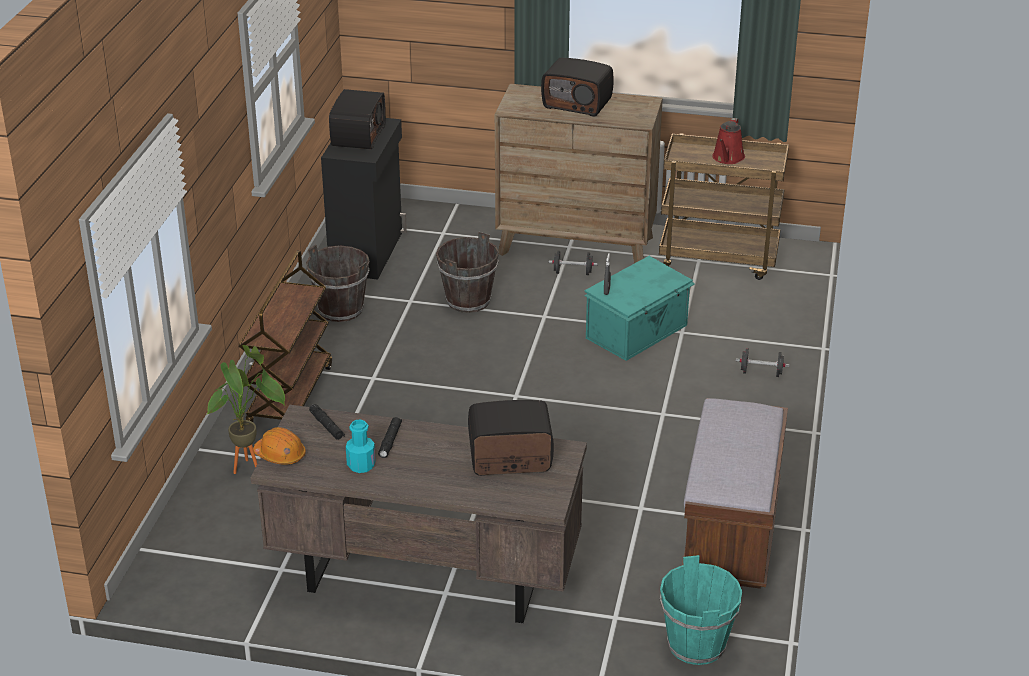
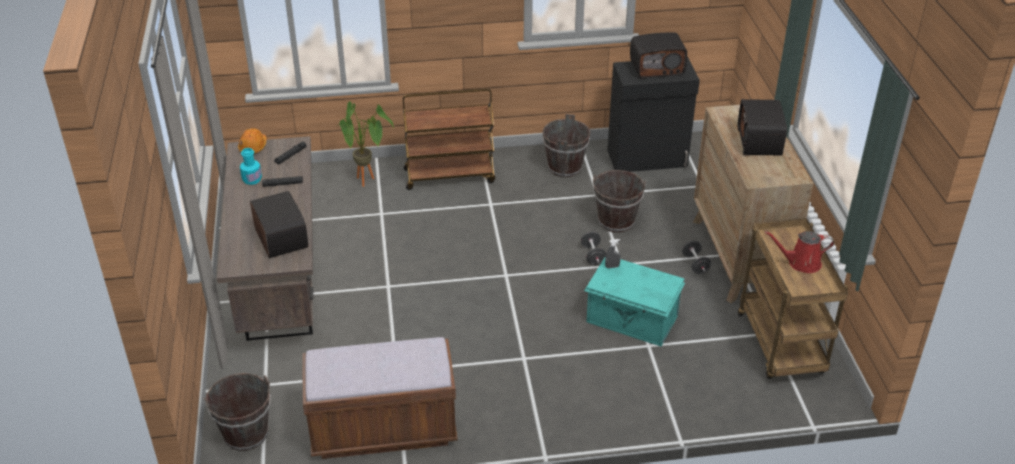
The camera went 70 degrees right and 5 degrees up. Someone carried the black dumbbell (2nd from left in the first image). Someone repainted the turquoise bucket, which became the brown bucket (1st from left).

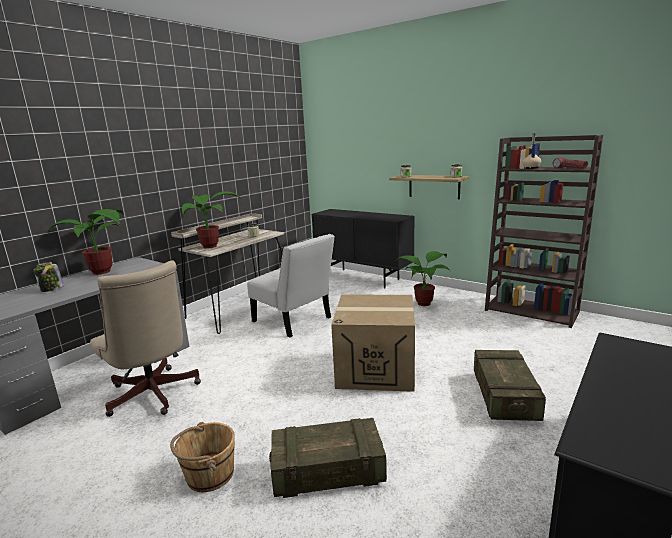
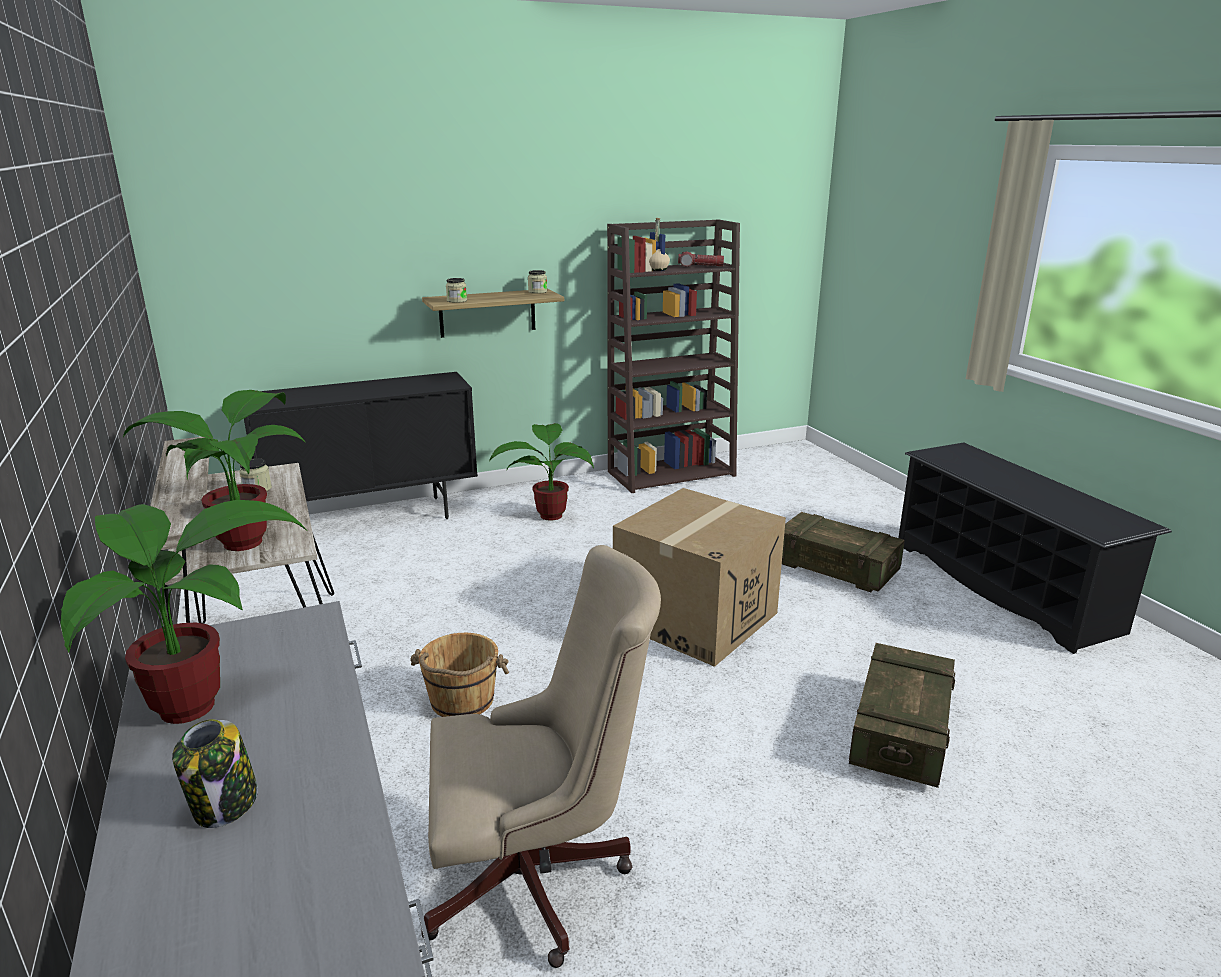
The camera went 60 degrees left and 5 degrees up. Someone took away the white chair. Someone carried the brown bucket.

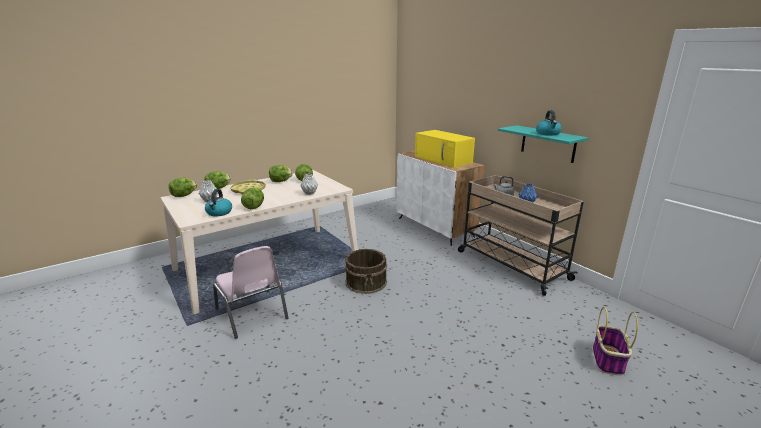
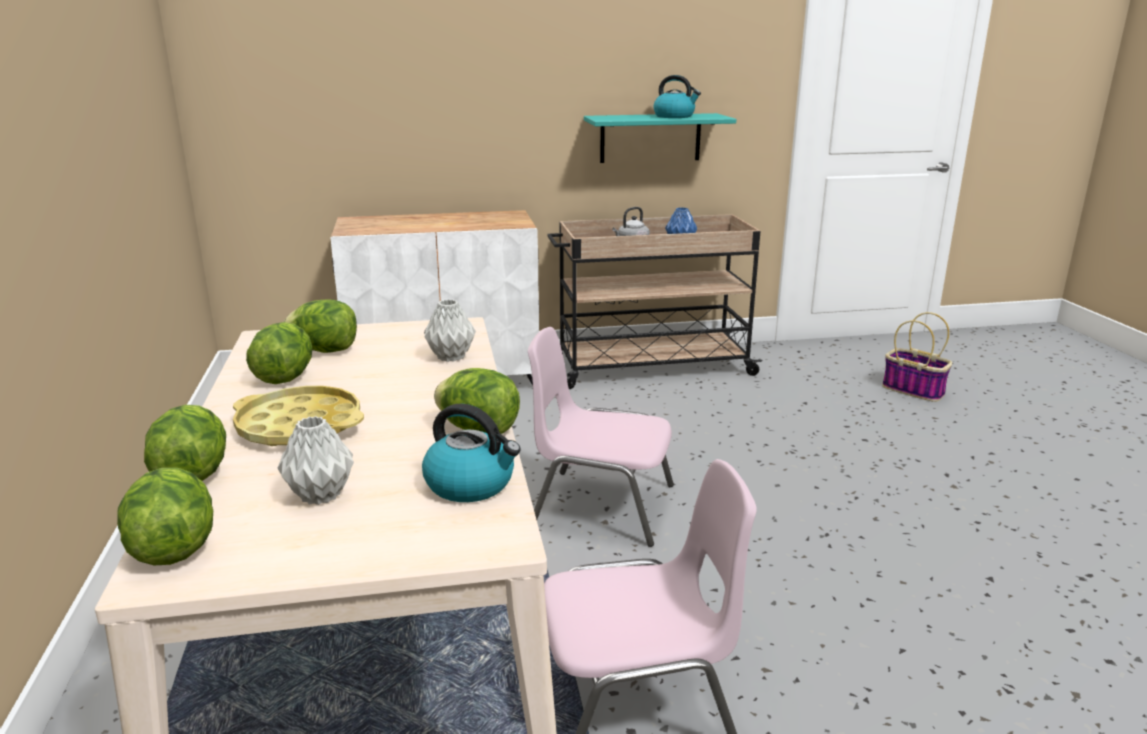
The camera went 65 degrees left and 0 degrees up. Someone took away the yellow microwave. Someone swapped the brown bucket for the pink chair (1st from left).

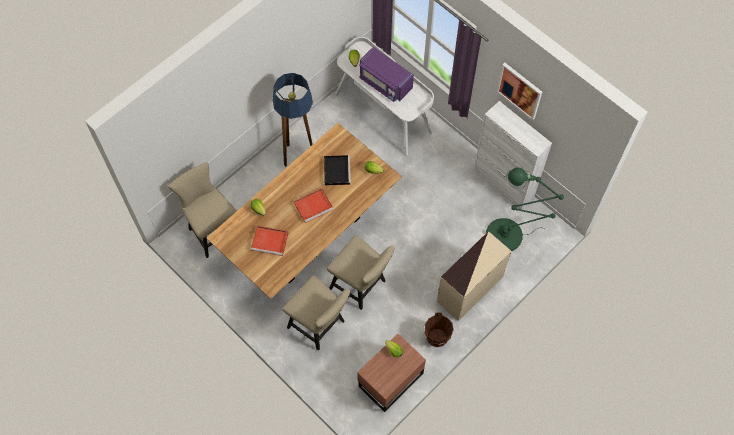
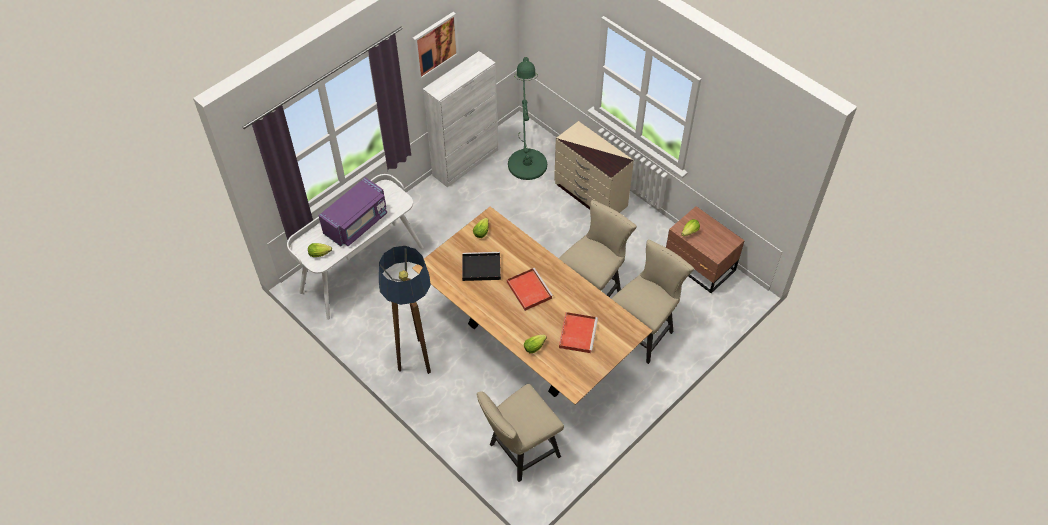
The camera went 90 degrees left and 10 degrees down. Someone took away the brown bucket.

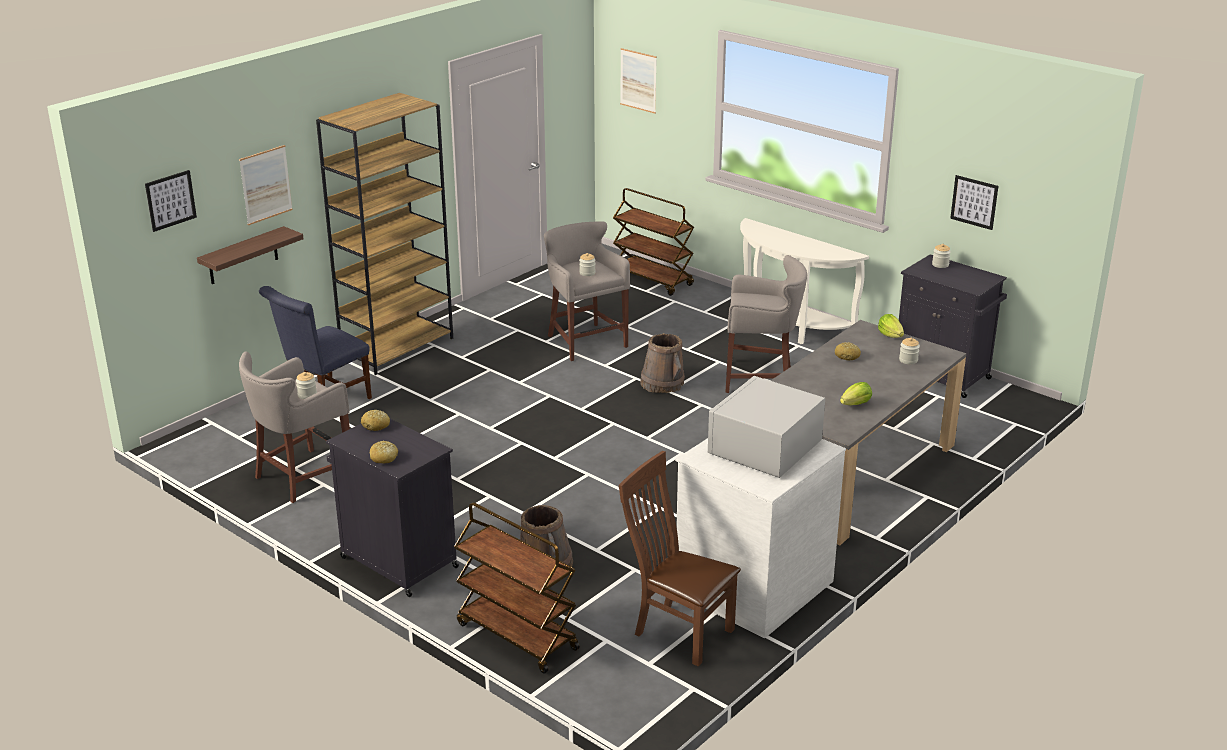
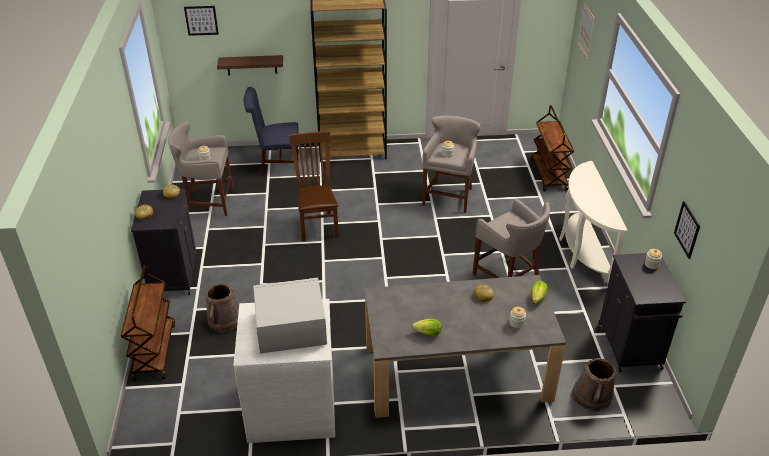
The camera went 45 degrees right and 10 degrees up. Someone took away the picture (2nd from left). Someone carried the brown chair. Someone carried the brown bucket (2nd from left).

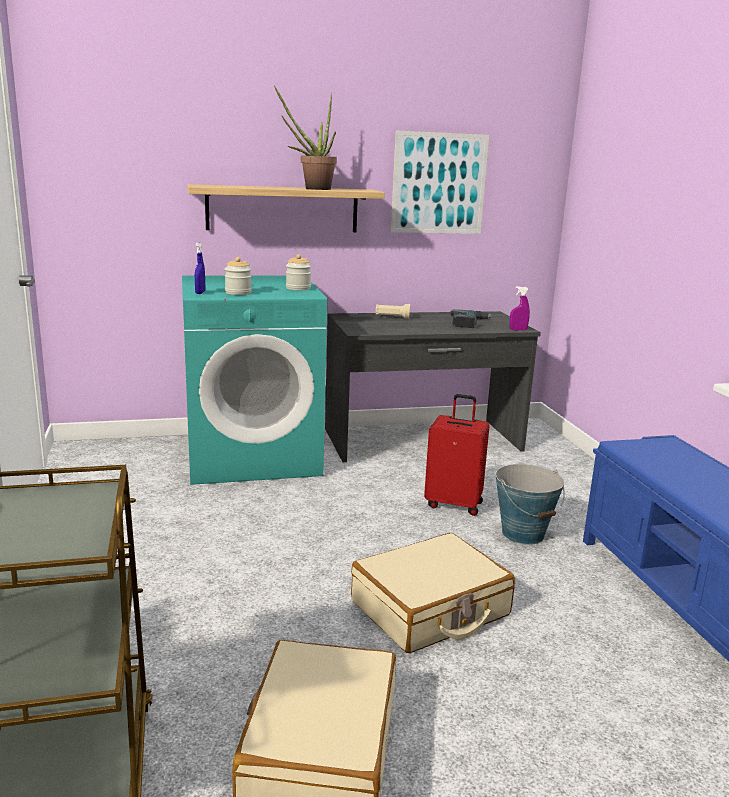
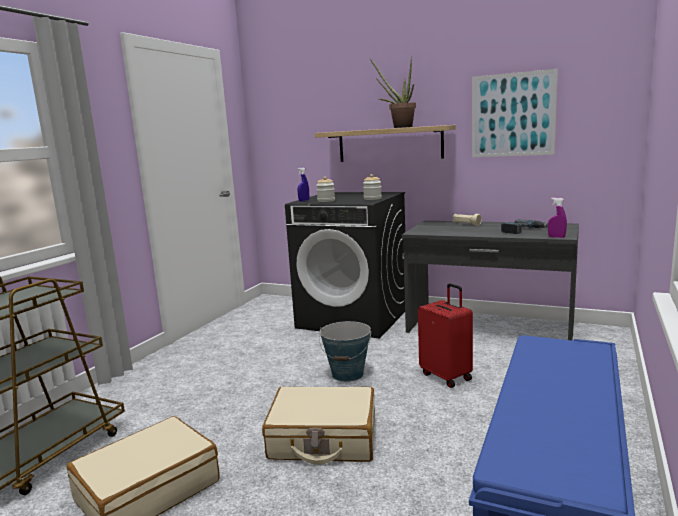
The camera went 40 degrees right and 5 degrees down. Someone carried the bucket. Someone repainted the turquoise washing machine, which became the black washing machine.

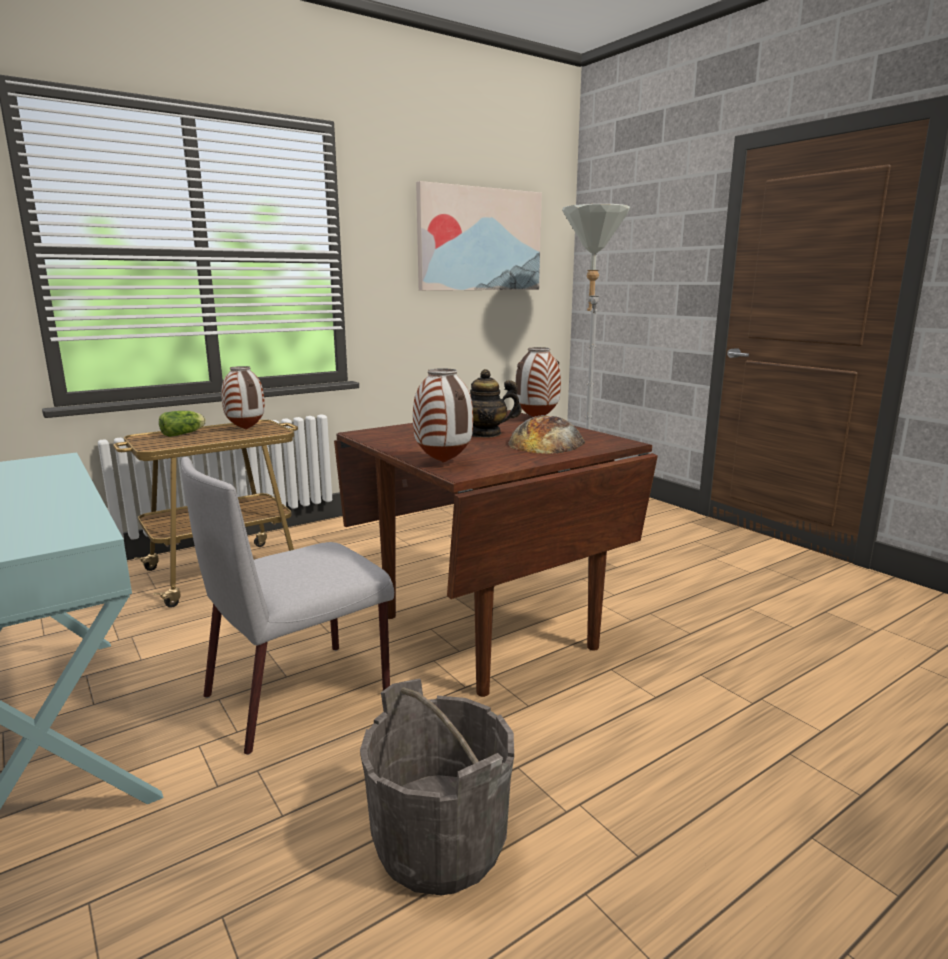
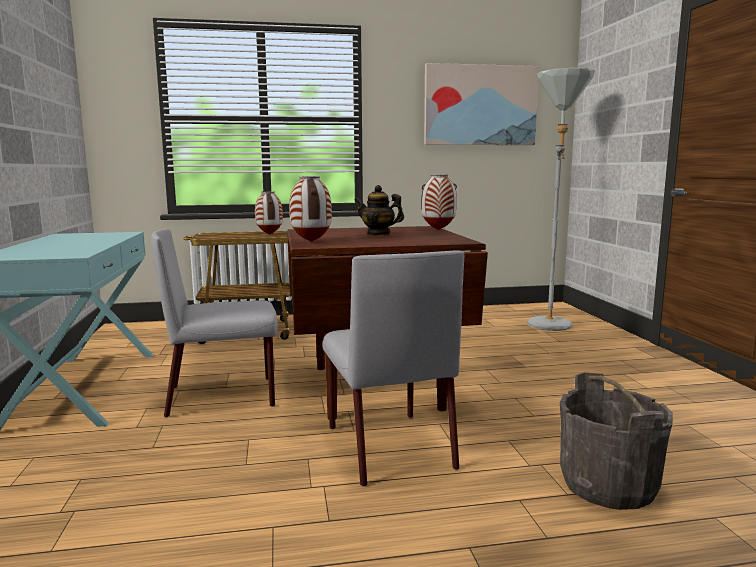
The camera went 25 degrees right and 5 degrees down. Someone took away the lettuce. Someone took away the bread. Someone put down the grey chair (2nd from left). Someone carried the grey bucket.

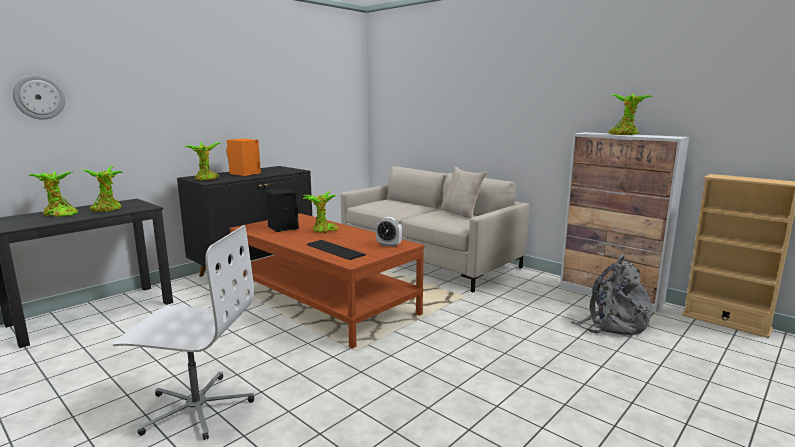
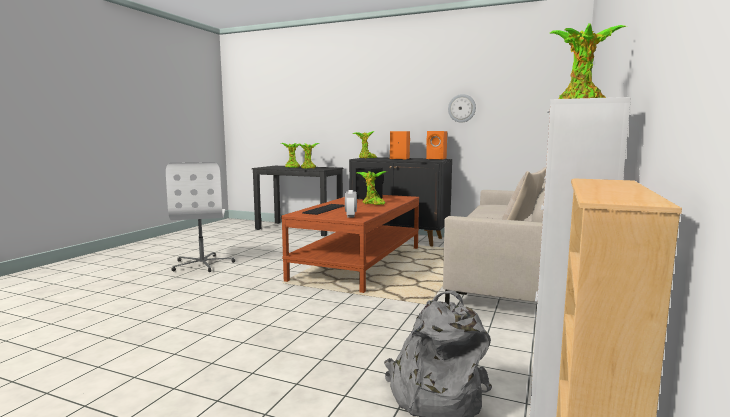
The camera went 70 degrees right and 5 degrees down. Someone put down the orange speaker (2nd from left). Someone carried the wall clock.

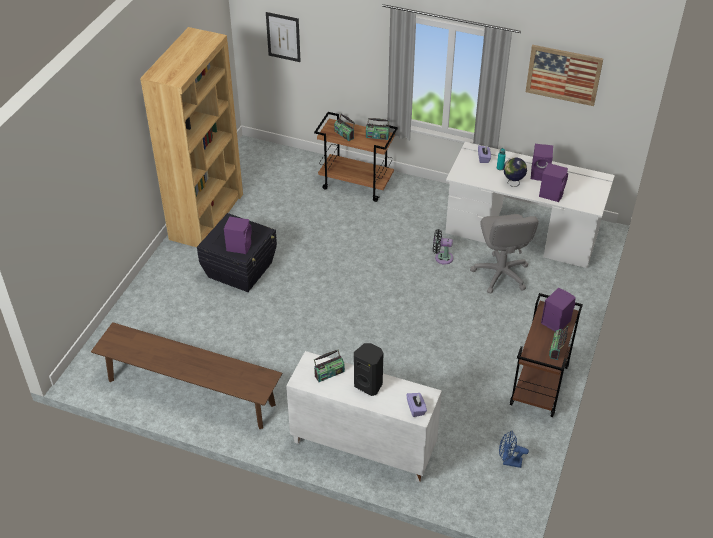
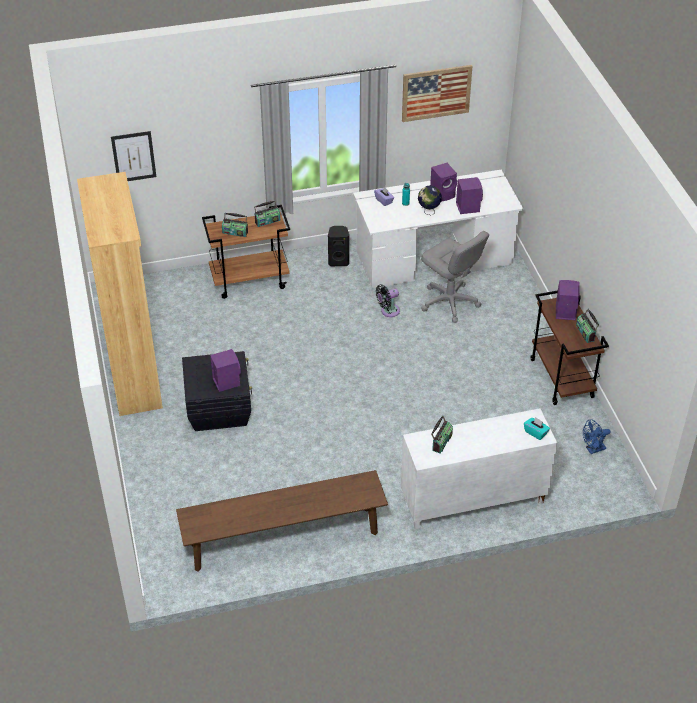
The camera went 35 degrees left and 0 degrees up. Someone carried the black speaker. Someone repainted the purple tissue box (1st from left), which became the turquoise tissue box.

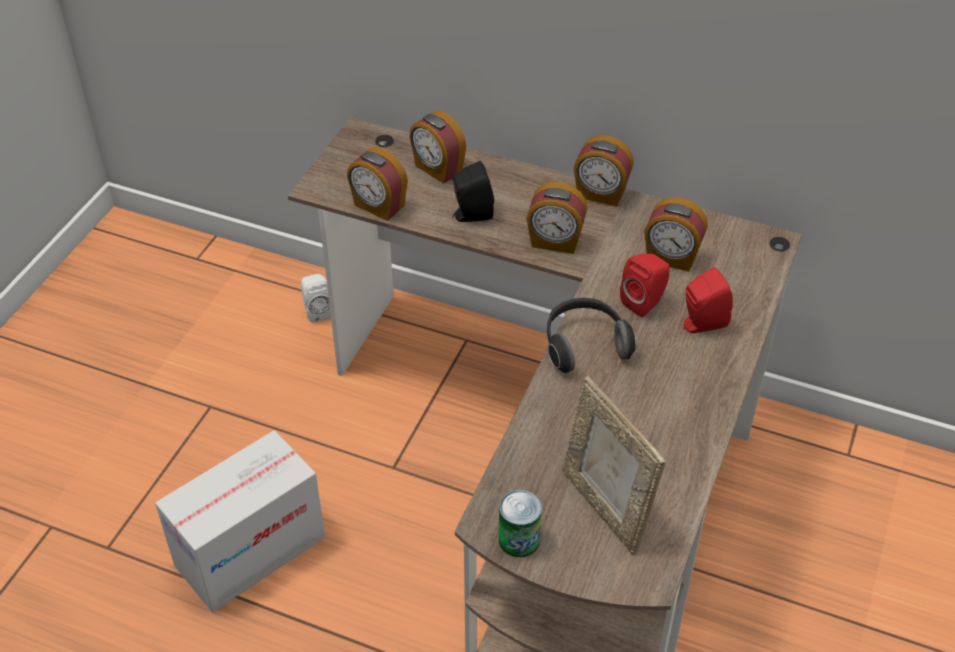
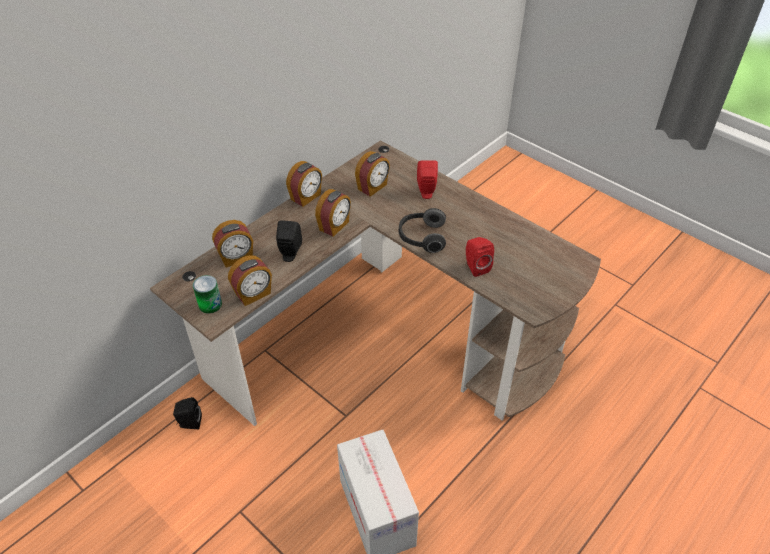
The camera went 70 degrees left and 0 degrees up. Someone took away the picture frame. Someone carried the can. Someone carried the red speaker (1st from left in the first image). Someone repainted the white speaker, which became the black speaker (1st from left).

